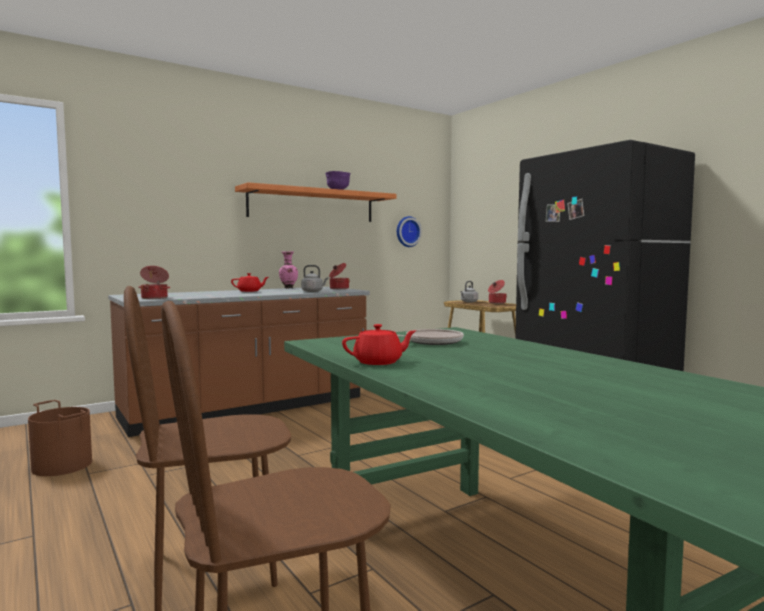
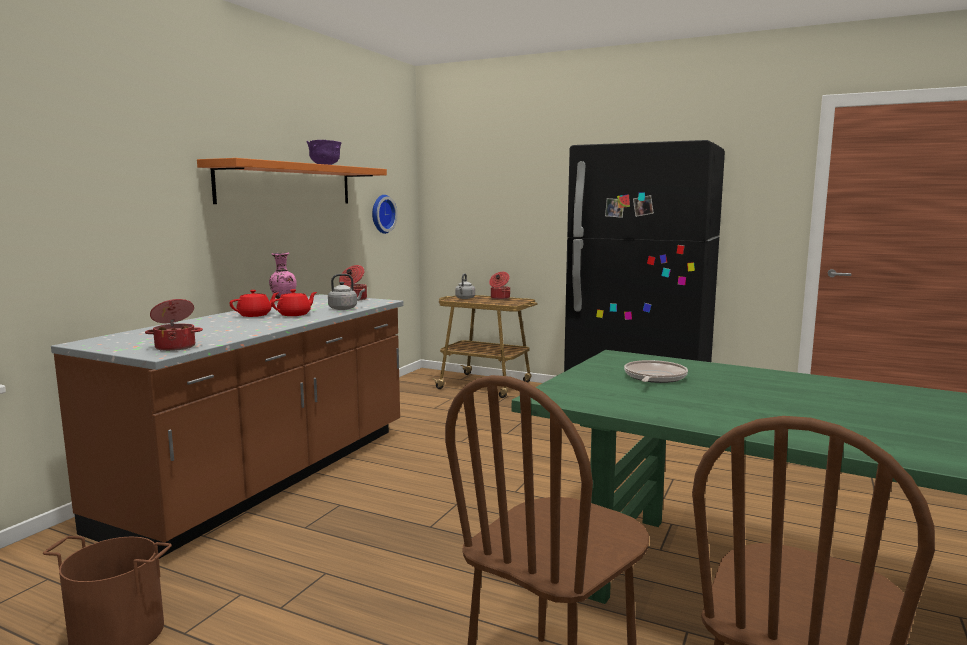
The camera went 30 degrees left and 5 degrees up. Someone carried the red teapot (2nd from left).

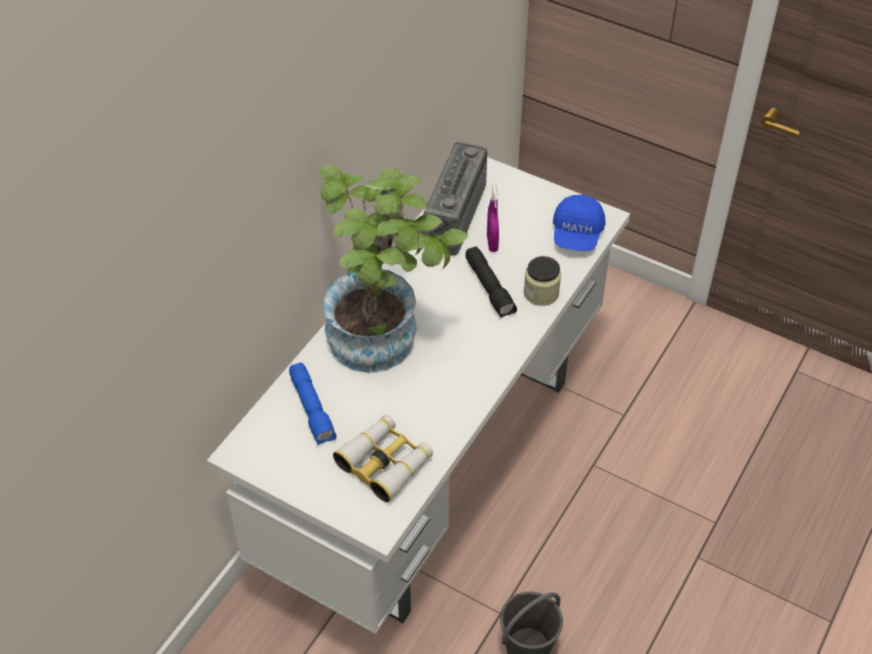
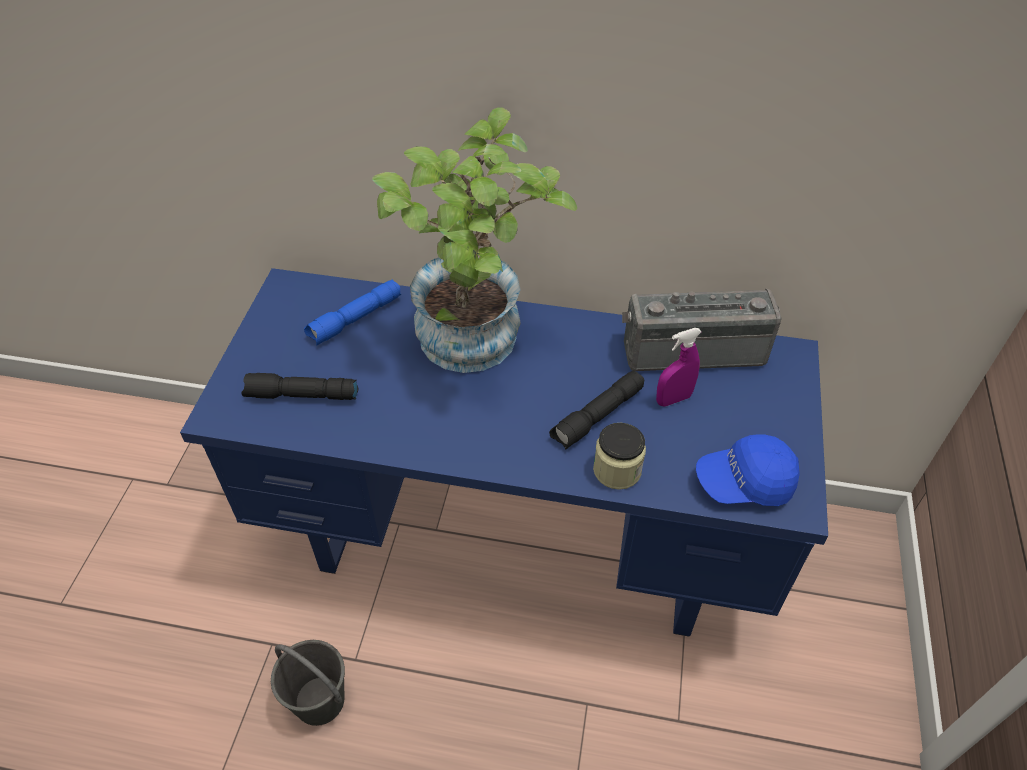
The camera went 70 degrees right and 0 degrees up. Someone swapped the binoculars for the black flashlight (1st from left). Someone repainted the white desk, which became the blue desk.

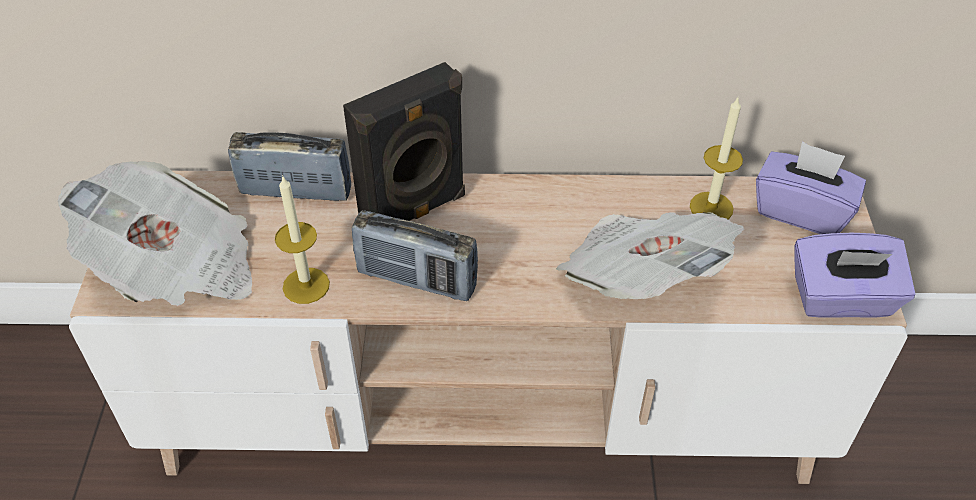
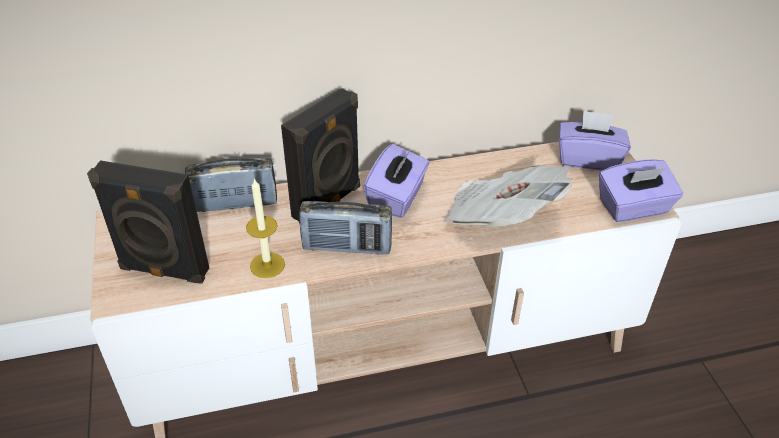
The camera went 15 degrees left and 5 degrees down. Someone took away the candle (2nd from left). Someone put down the purple tissue box (1st from left). Someone swapped the newspaper (1st from left) for the black speaker (1st from left).

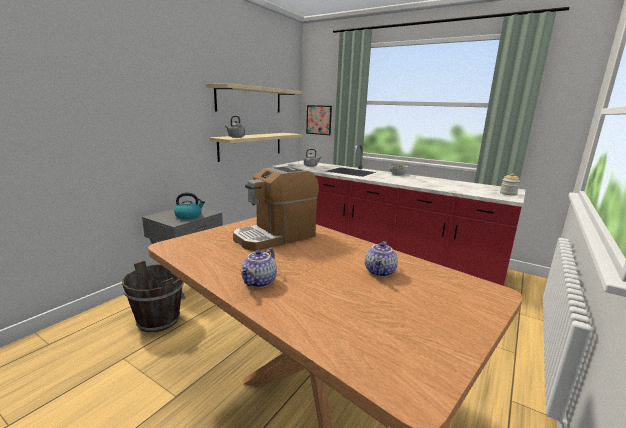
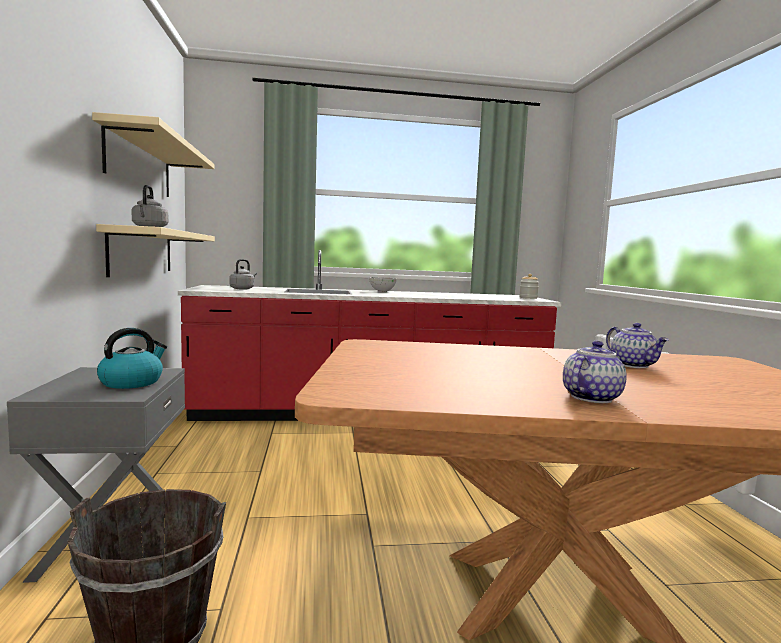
The camera went 40 degrees left and 10 degrees down. Someone took away the coffee machine. Someone took away the picture. Someone rotated the teapot (1st from left) by 120 degrees counterclockwise.

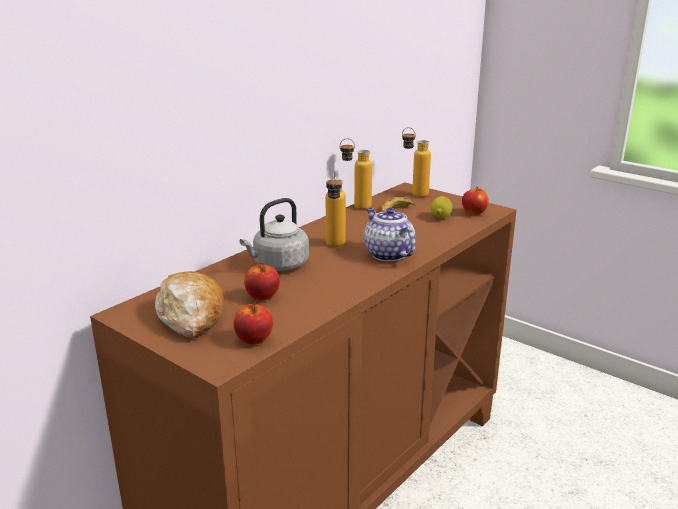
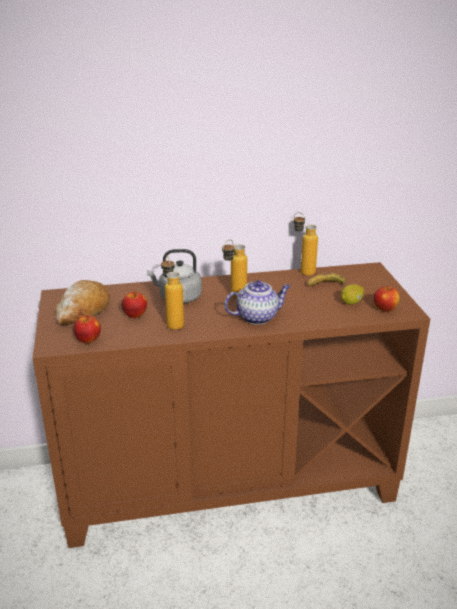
The camera went 40 degrees right and 5 degrees up. Someone carried the bottle (3rd from left in the first image). Someone rotated the teapot by 60 degrees clockwise.

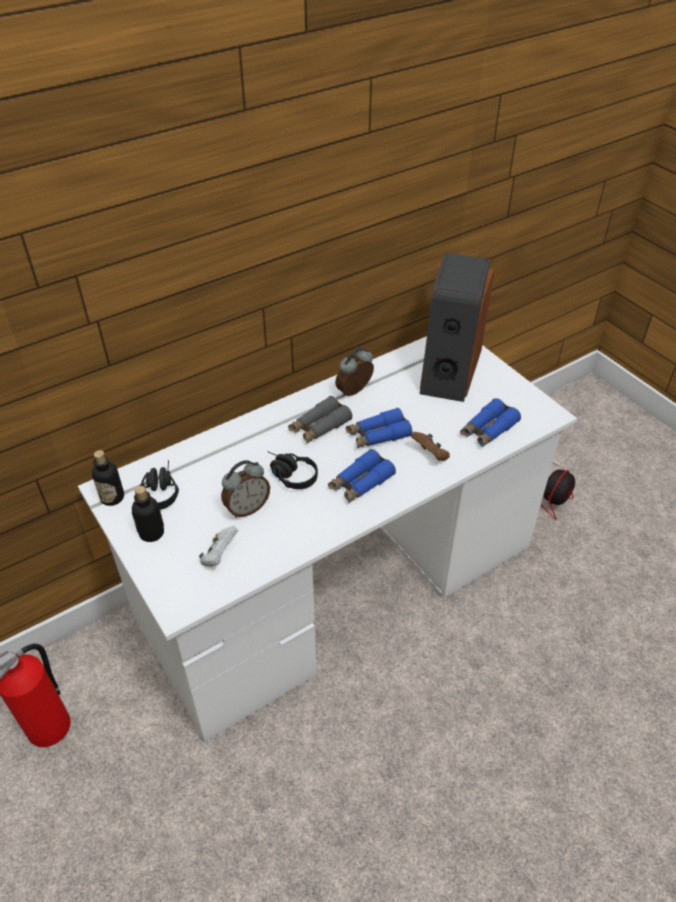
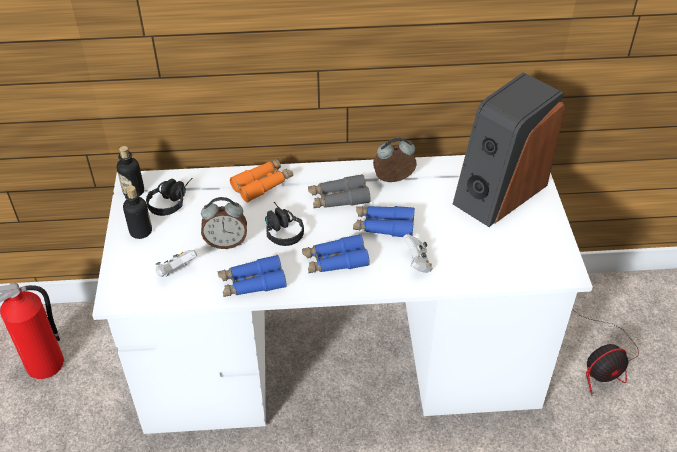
The camera went 30 degrees right and 0 degrees up. Someone put down the orange binoculars. Someone carried the blue binoculars (3rd from left in the first image). Someone repainted the brown game controller, which became the white game controller (2nd from left).

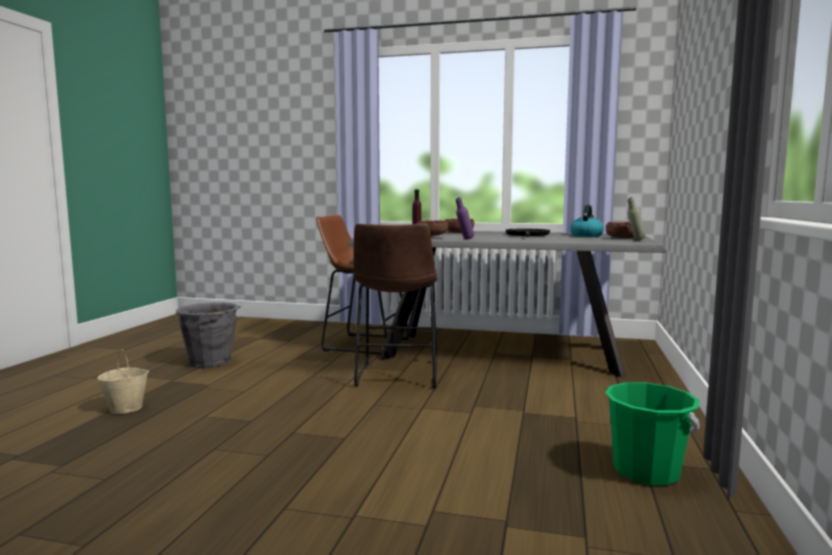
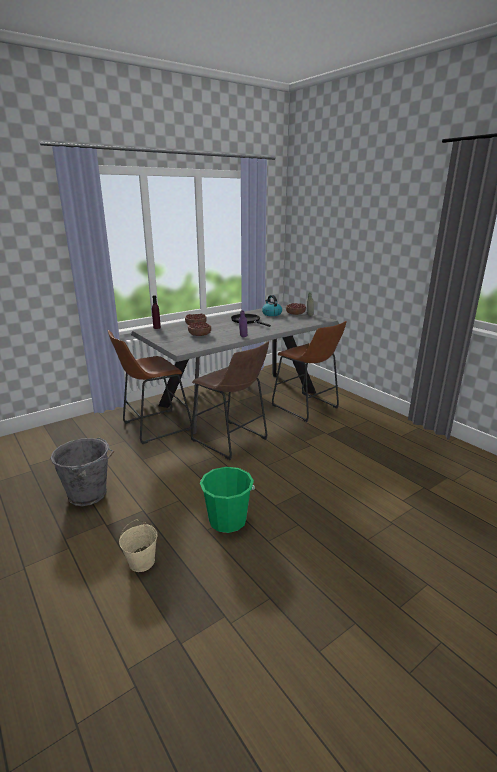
The camera went 50 degrees left and 15 degrees up. Someone put down the brown stool (3rd from left). Someone carried the green bucket.

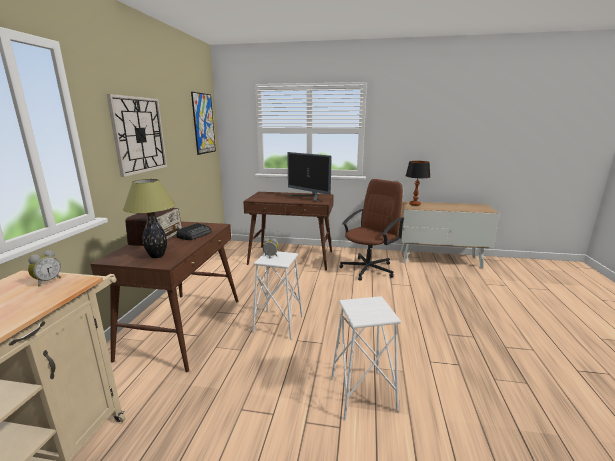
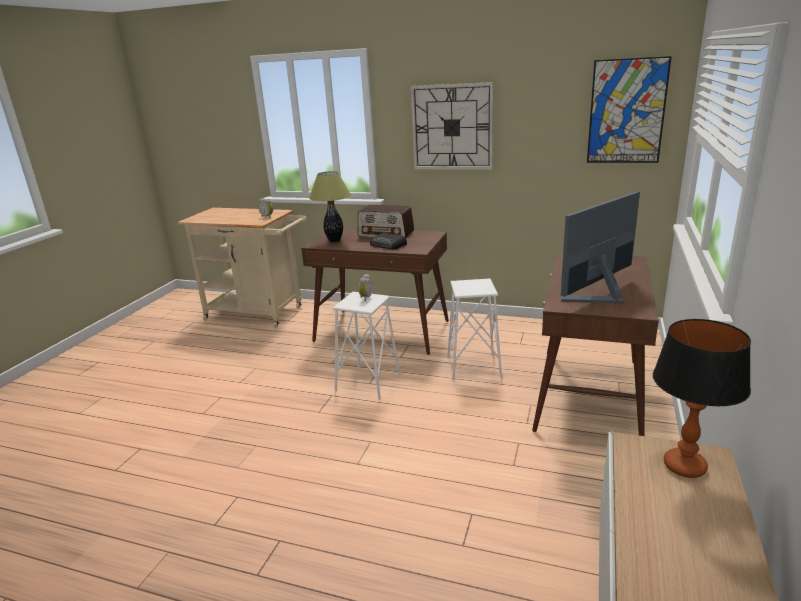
The camera went 100 degrees right and 5 degrees up. Someone took away the brown office chair. Someone carried the white stool (2nd from left).

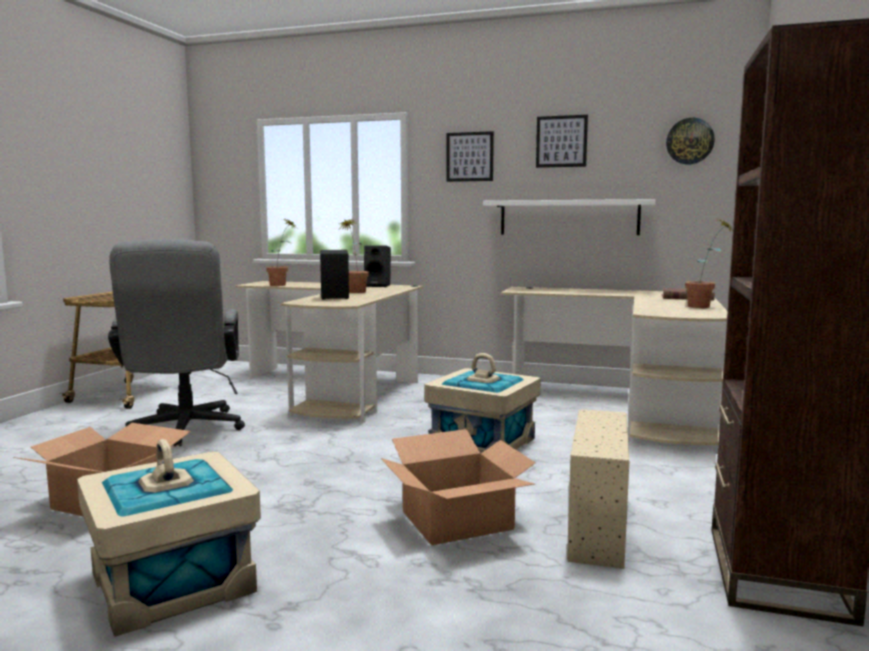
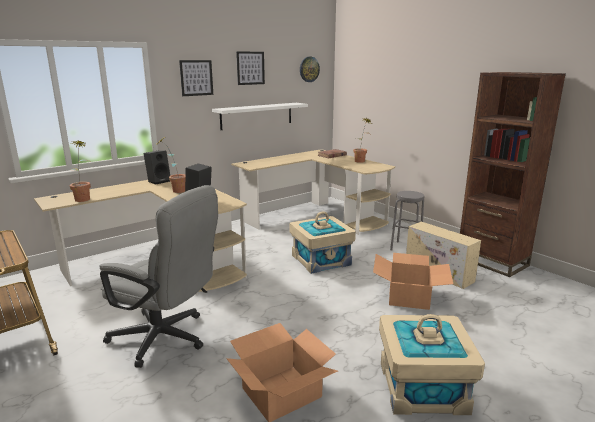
The camera went 55 degrees left and 10 degrees up. Someone put down the grey stool.

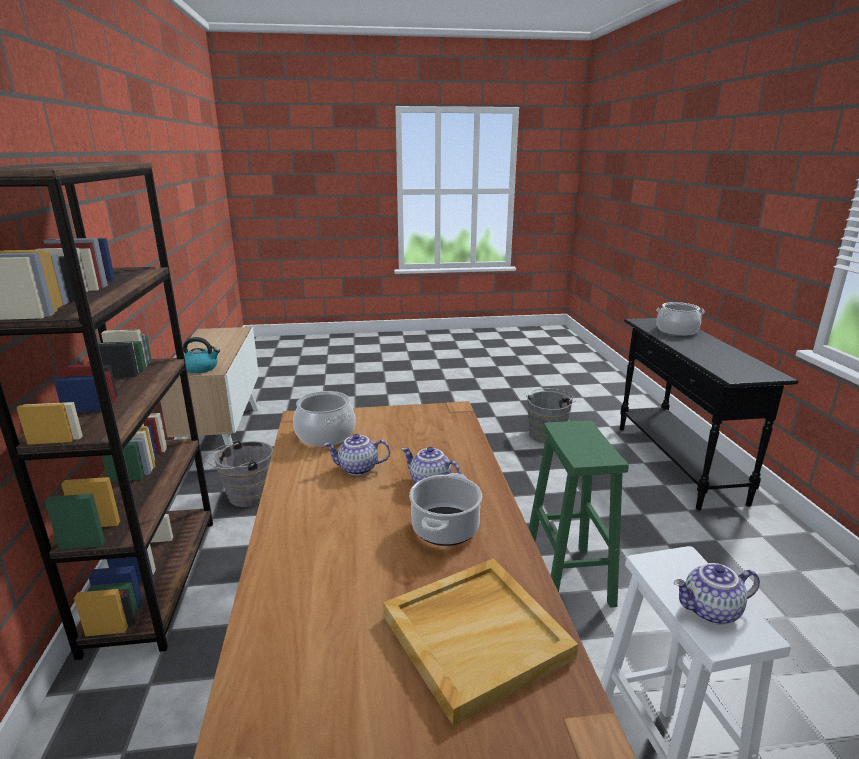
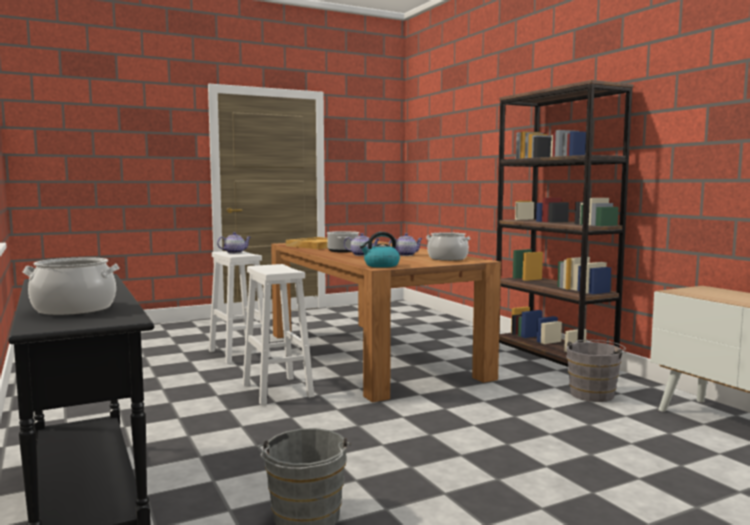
The camera went 160 degrees right and 15 degrees down. Someone carried the kettle. Someone repainted the green stool, which became the white stool (2nd from left).

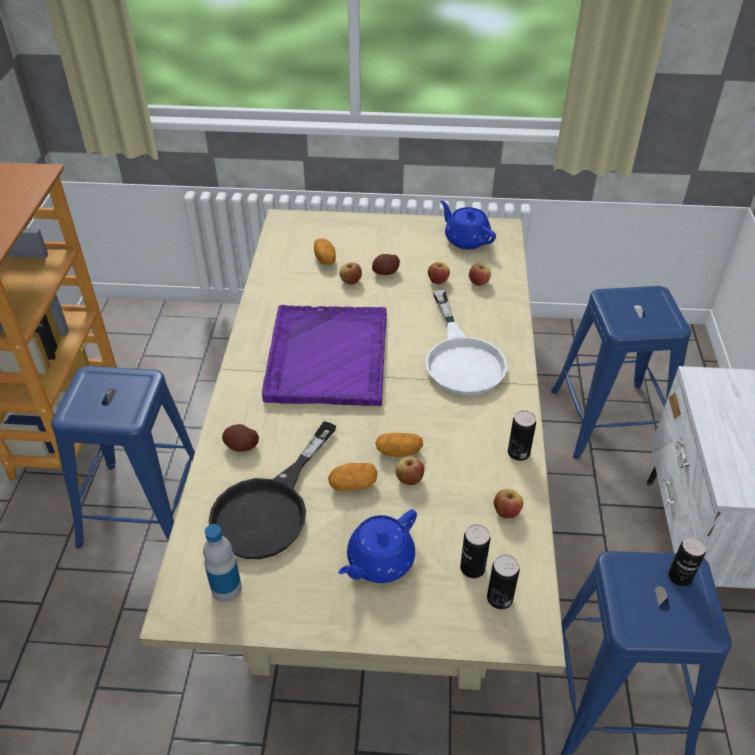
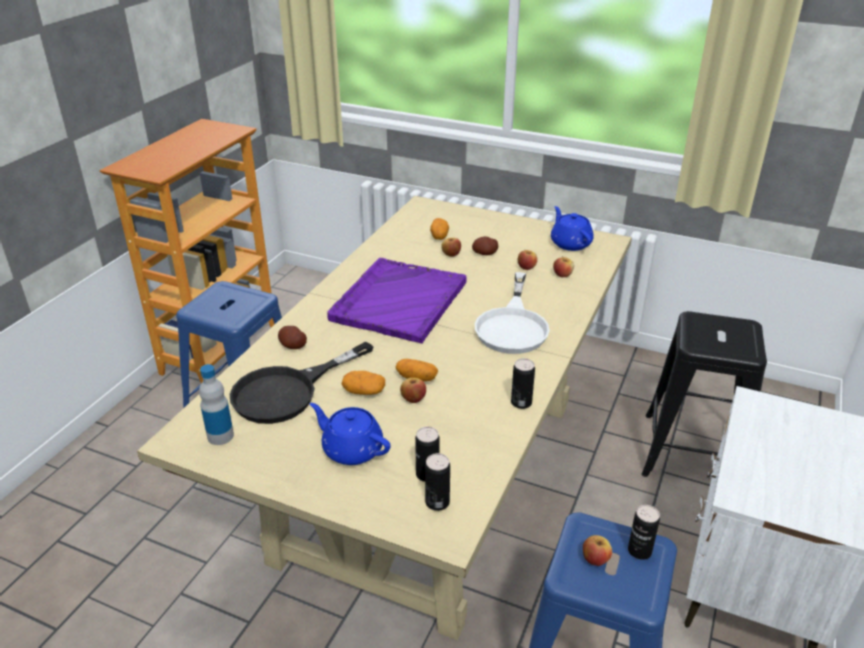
The camera went 20 degrees right and 10 degrees down. Someone carried the apple (5th from left). Someone repainted the blue stool (2nd from left), which became the black stool. Someone rotated the blue teapot (1st from left) by 60 degrees clockwise.

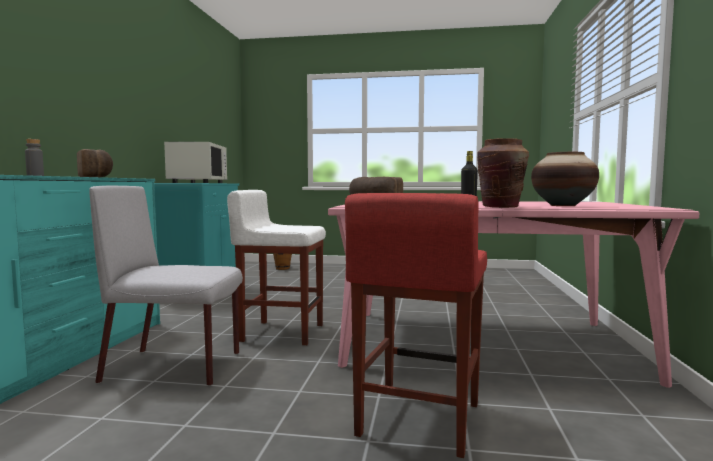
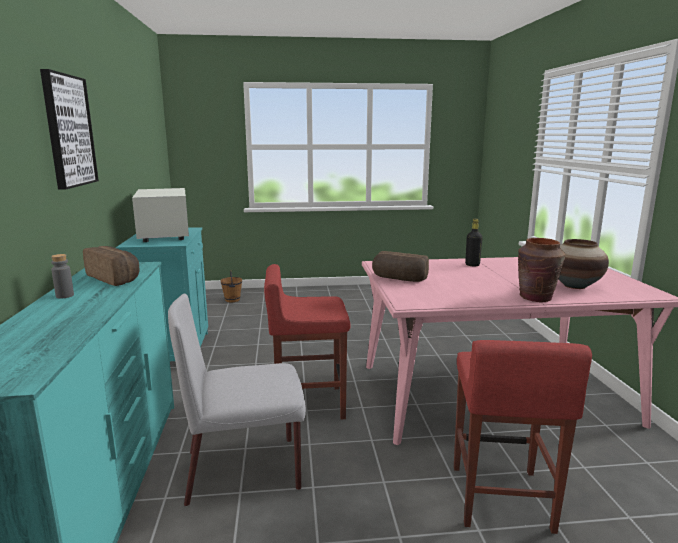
The camera went 15 degrees left and 10 degrees up. Someone put up the picture. Someone repainted the white stool, which became the red stool (1st from left).

